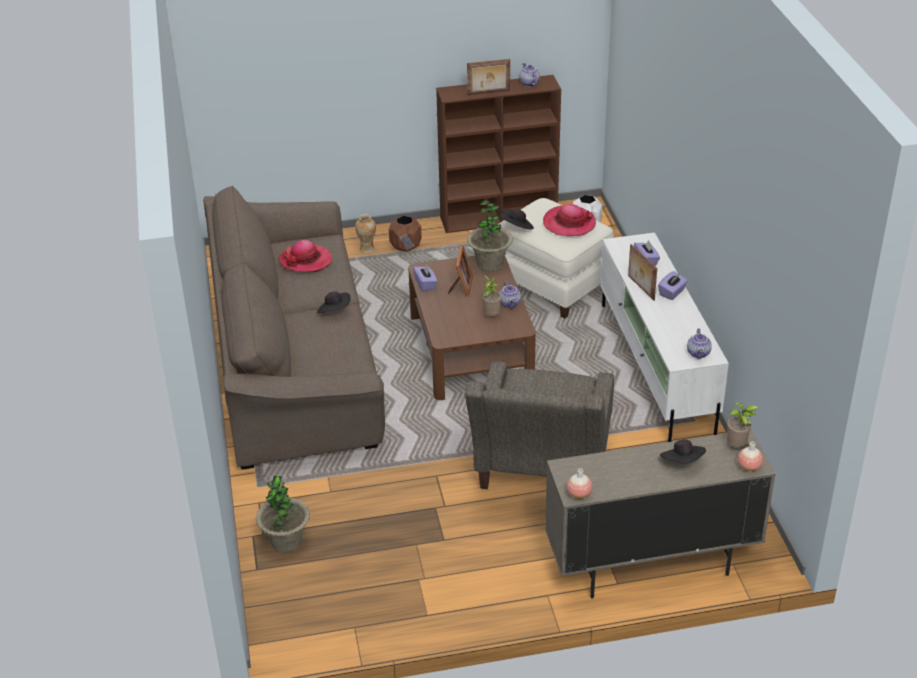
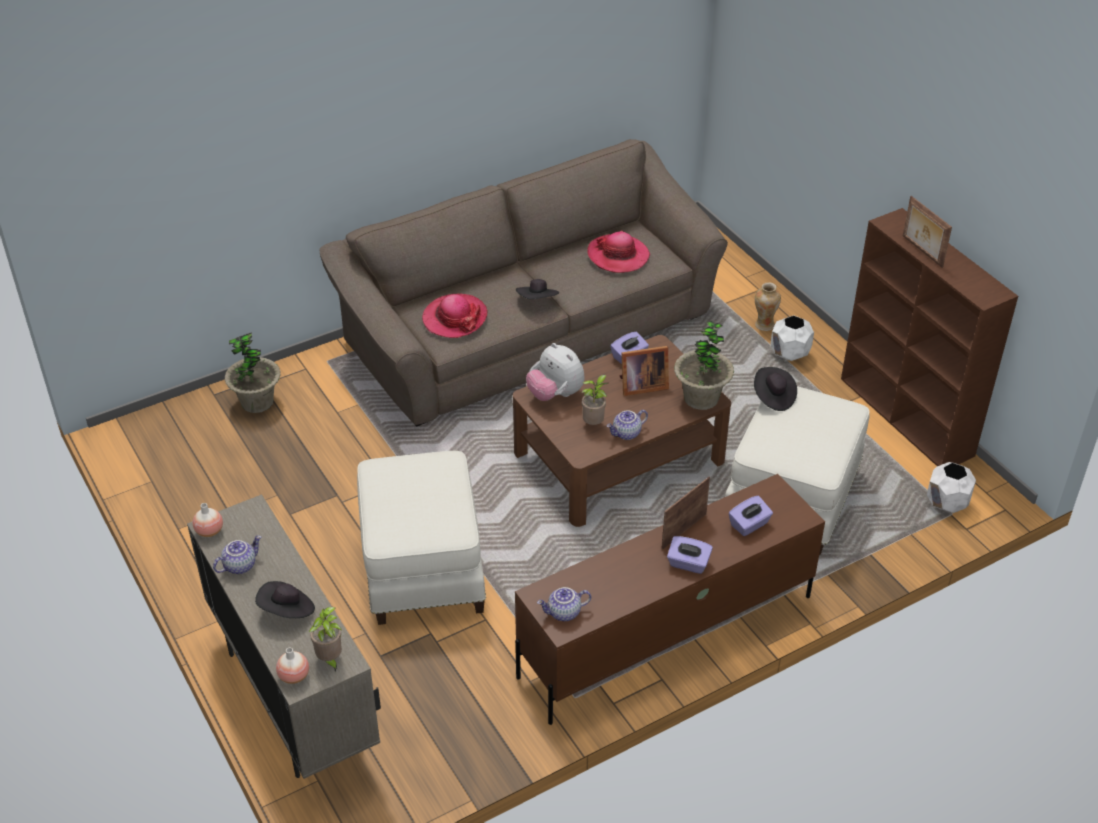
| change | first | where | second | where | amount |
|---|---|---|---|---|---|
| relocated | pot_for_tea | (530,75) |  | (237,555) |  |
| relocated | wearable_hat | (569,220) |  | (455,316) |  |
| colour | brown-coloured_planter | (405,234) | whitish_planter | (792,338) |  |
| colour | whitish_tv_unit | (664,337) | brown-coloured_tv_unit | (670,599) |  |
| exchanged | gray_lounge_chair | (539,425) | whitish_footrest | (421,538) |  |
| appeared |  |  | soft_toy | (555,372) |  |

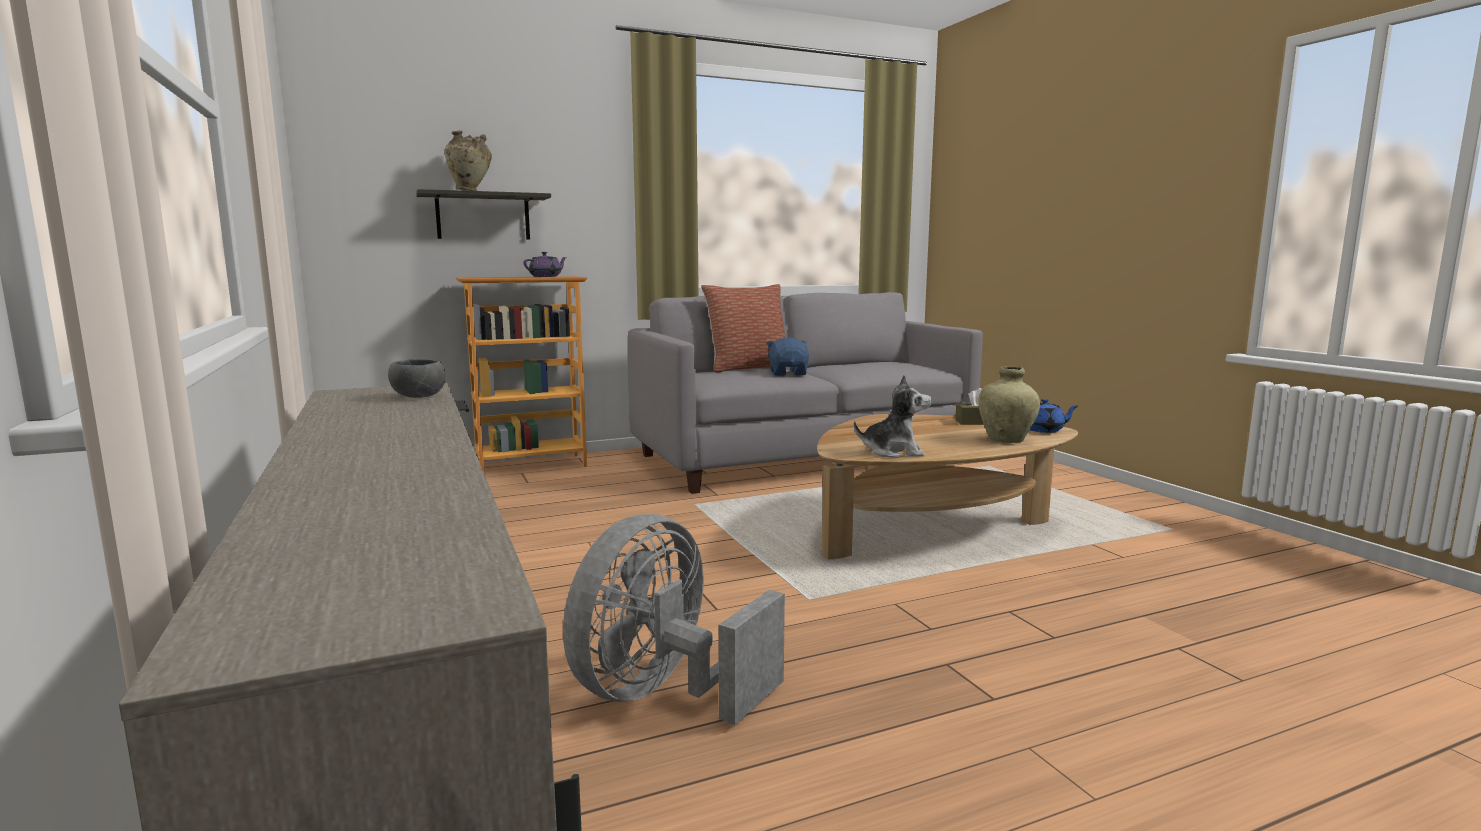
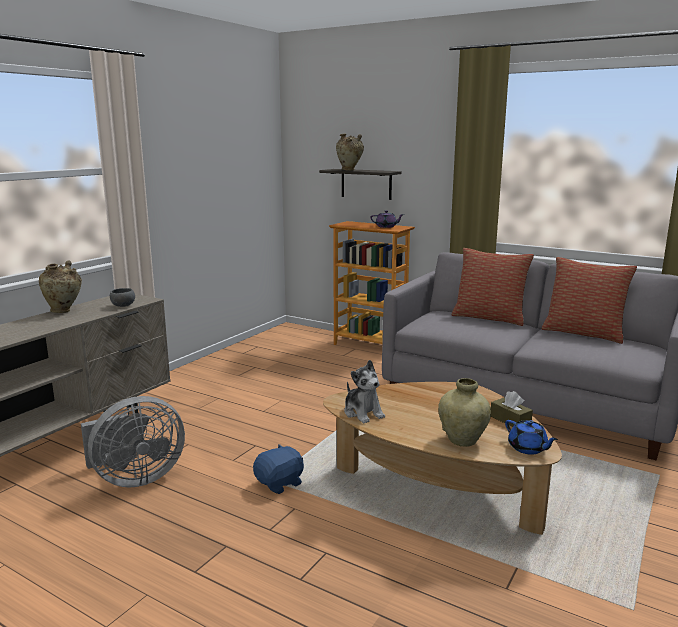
| change | first | where | second | where | amount |
|---|---|---|---|---|---|
| relocated | blue-coloured_soft_toy | (787,356) |  | (278,469) |  |
| spun | gray_fan | (674,619) |  | (133,442) | 150 degrees clockwise |
| appeared |  |  | cushion | (589,300) |  |
| appeared |  |  | beige-coloured_flower_vase | (60,287) |  |

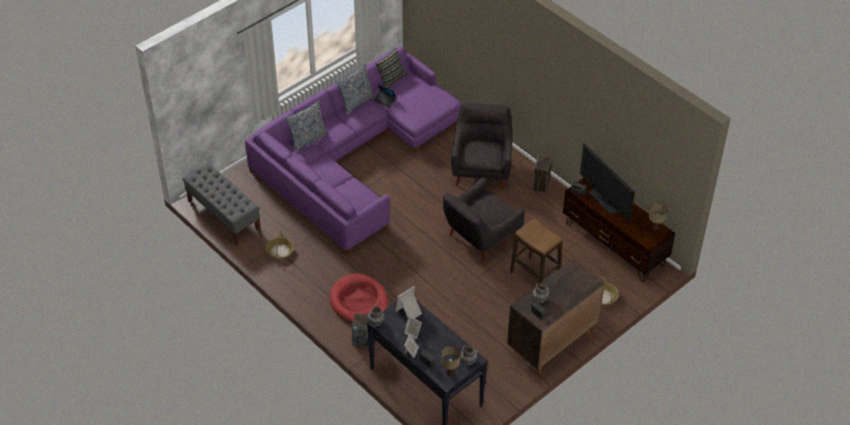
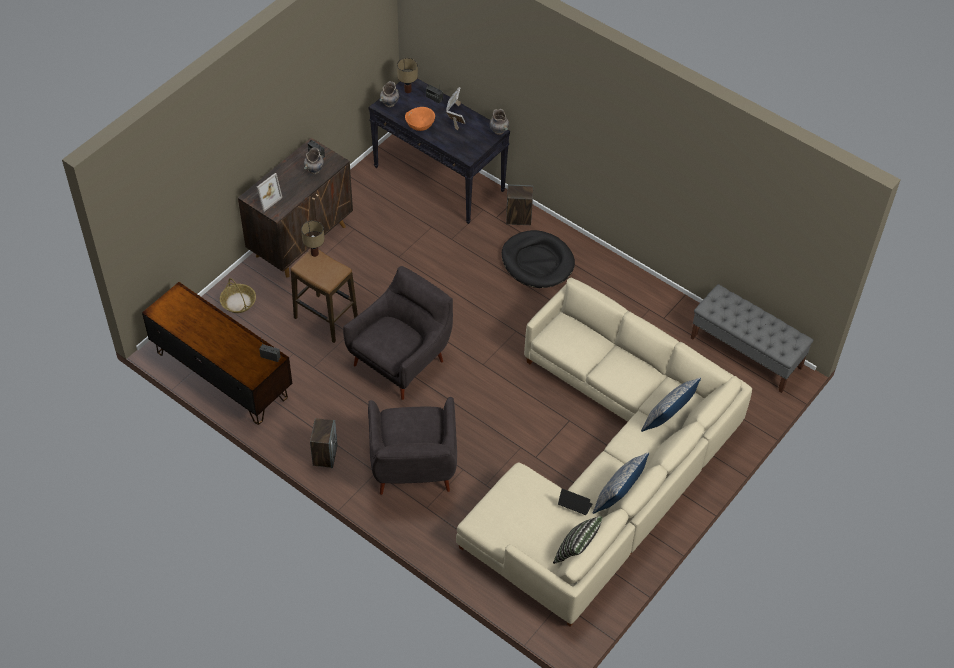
| change | first | where | second | where | amount |
|---|---|---|---|---|---|
| colour | purple-coloured_settee | (353,151) | beige-coloured_settee | (604,452) |  |
| missing | TV | (607,182) |  |  |  |
| relocated | tabletop_lamp | (658,217) |  | (313,238) |  |
| missing | storage_basket | (279,245) |  |  |  |
| colour | red-coloured_dog_bed | (359,298) | black_dog_bed | (538,259) |  |
| relocated | photo_frame | (408,302) |  | (266,192) |  |
| appeared |  |  | orange_serving_bowl | (420,119) |  |

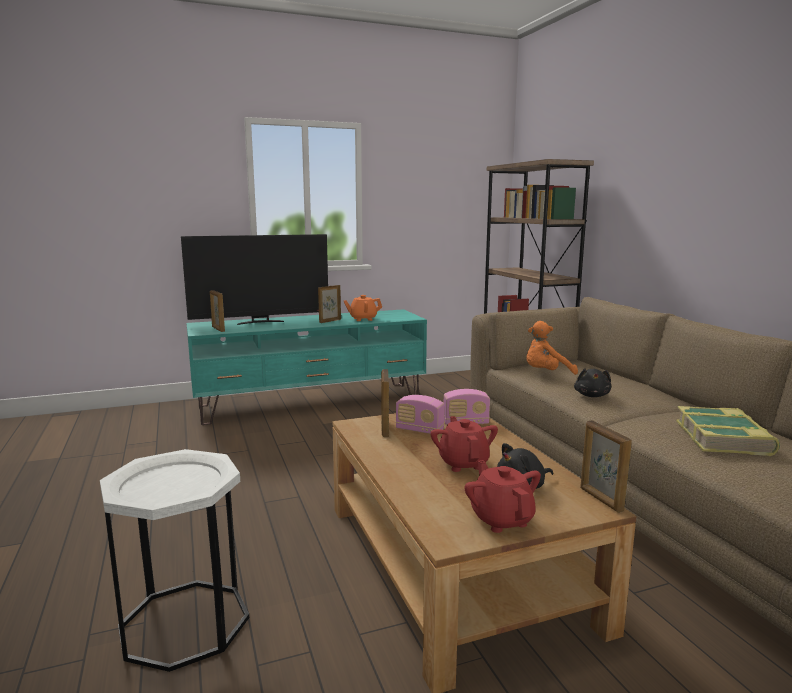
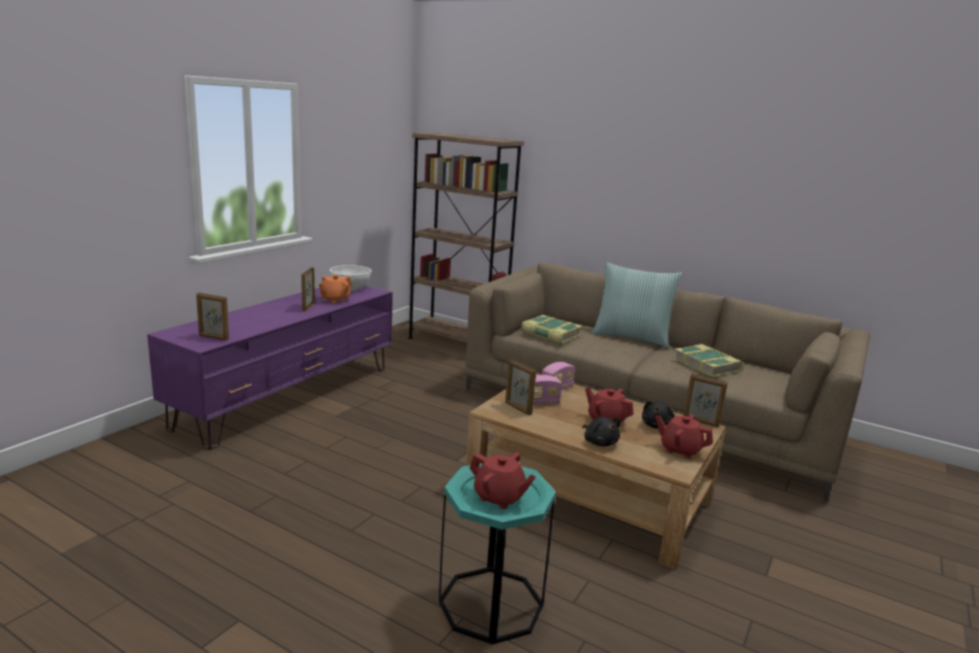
| change | first | where | second | where | amount |
|---|---|---|---|---|---|
| missing | TV | (254,279) |  |  |  |
| colour | turquoise_tv_unit | (306,367) | purple-coloured_tv_unit | (270,368) |  |
| exchanged | orange_soft_toy | (552,348) | volume | (551,329) |  |
| relocated | black_soft_toy | (592,382) |  | (601,431) |  |
| colour | whitish_accent_table | (174,560) | turquoise_accent_table | (497,553) |  |
| appeared |  |  | cushion | (637,305) |  |
| appeared |  |  | whitish_serving_bowl | (350,278) |  |
| appeared |  |  | red-coloured_pot_for_tea | (503,480) |  |

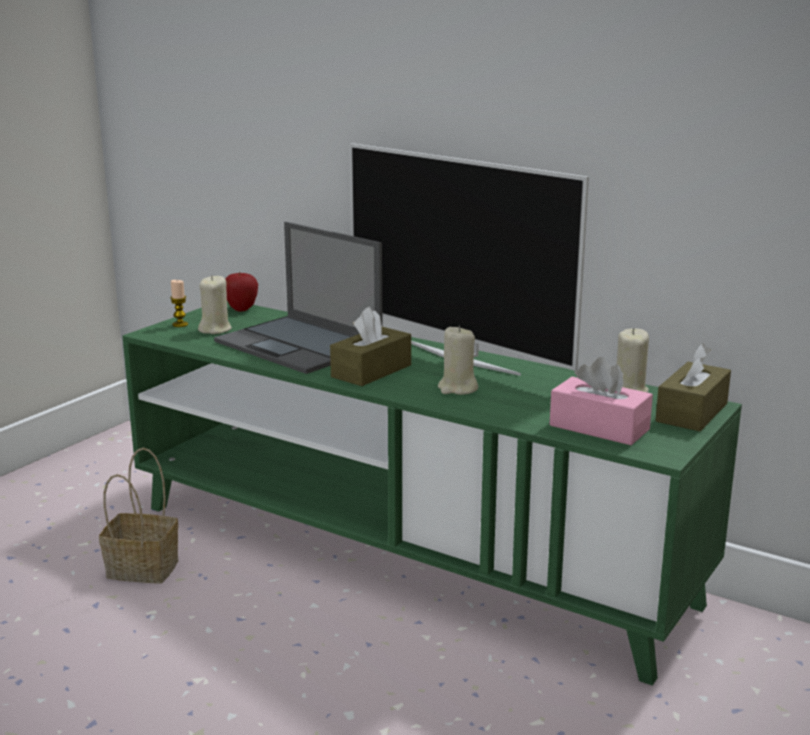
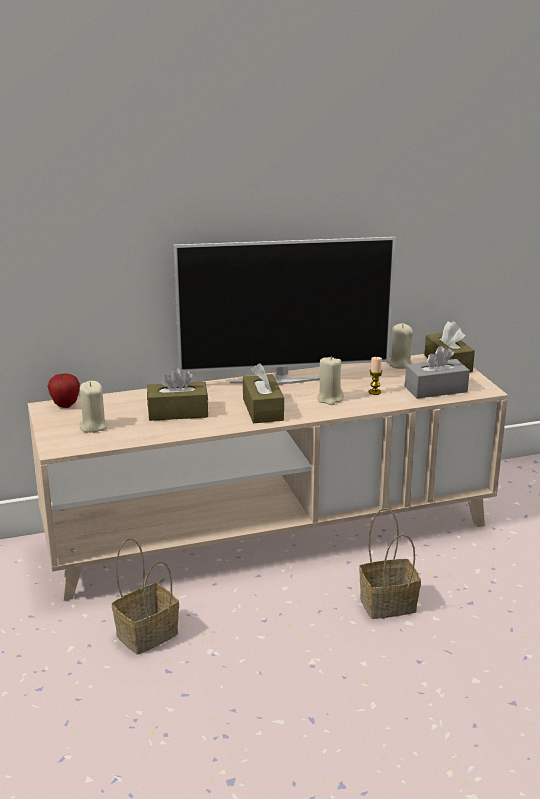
| change | first | where | second | where | amount |
|---|---|---|---|---|---|
| exchanged | laptop | (298,298) | brown-coloured_tissue_box | (178,394) |  |
| relocated | wax_candle | (179,303) |  | (375,376) |  |
| colour | green_tv_unit | (432,493) | beige-coloured_tv_unit | (268,477) |  |
| colour | pinkish_tissue_box | (601,401) | gray_tissue_box | (437,372) |  |
| appeared |  |  | storage_basket | (390,563) |  |

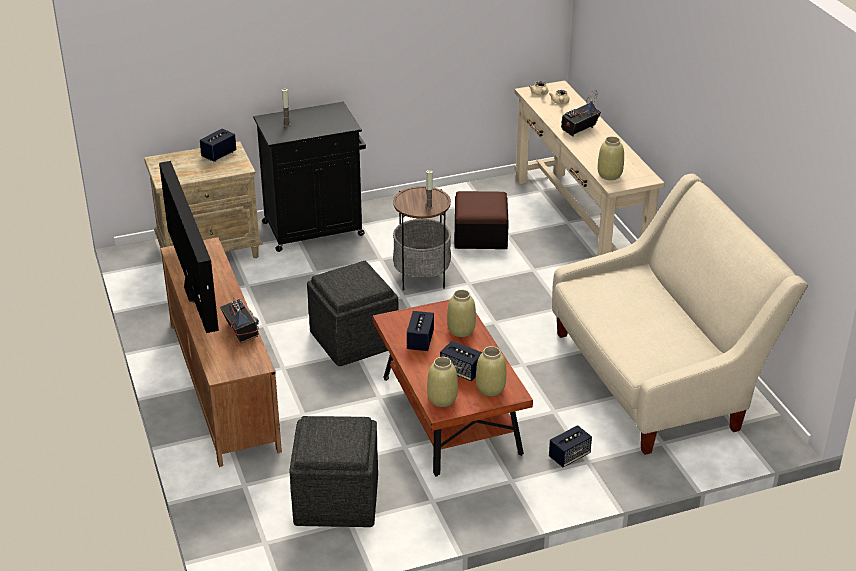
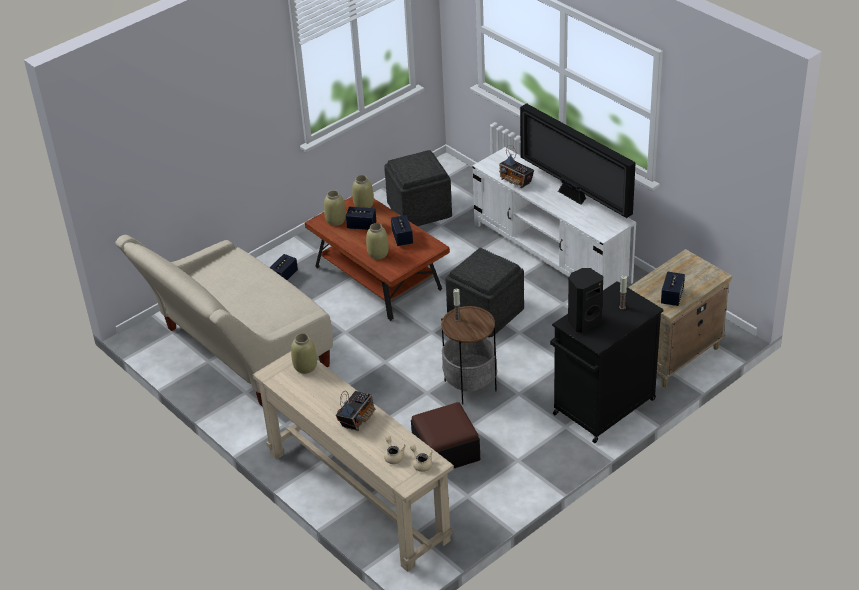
| change | first | where | second | where | amount |
|---|---|---|---|---|---|
| colour | brown-coloured_tv_unit | (221,352) | whitish_tv_unit | (554,218) |  |
| appeared |  |  | black_audio_speaker | (585,300) |  |

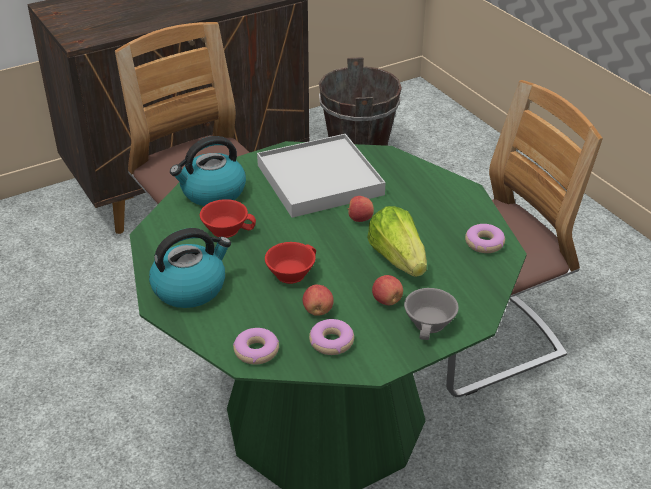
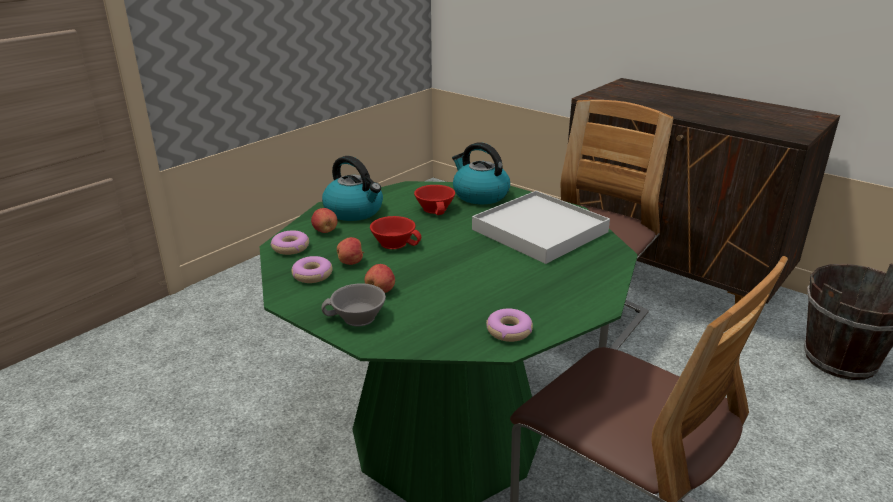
| change | first | where | second | where | amount |
|---|---|---|---|---|---|
| relocated | apple_fruit | (360,209) |  | (324,220) |  |
| missing | lettuce_head | (397,241) |  |  |  |

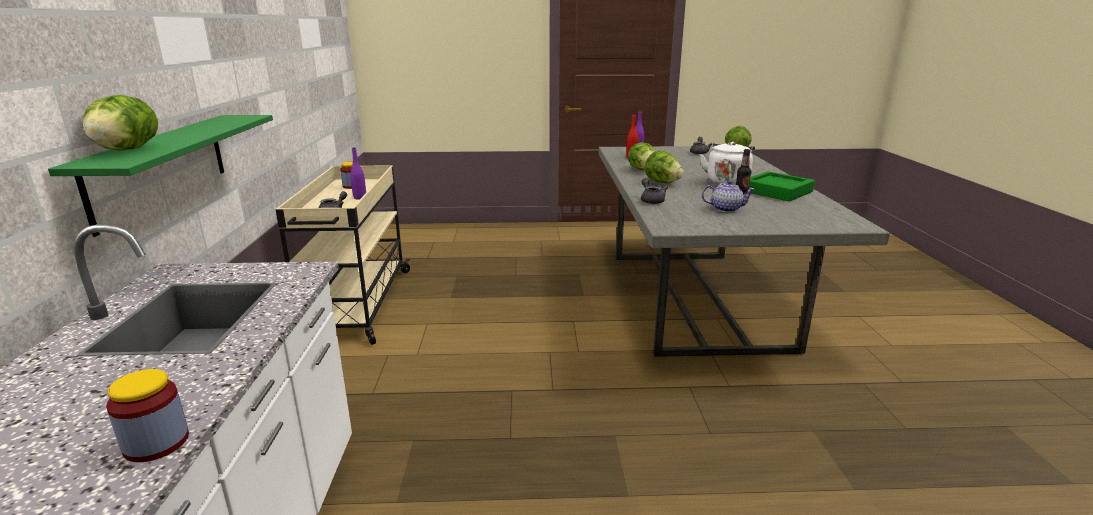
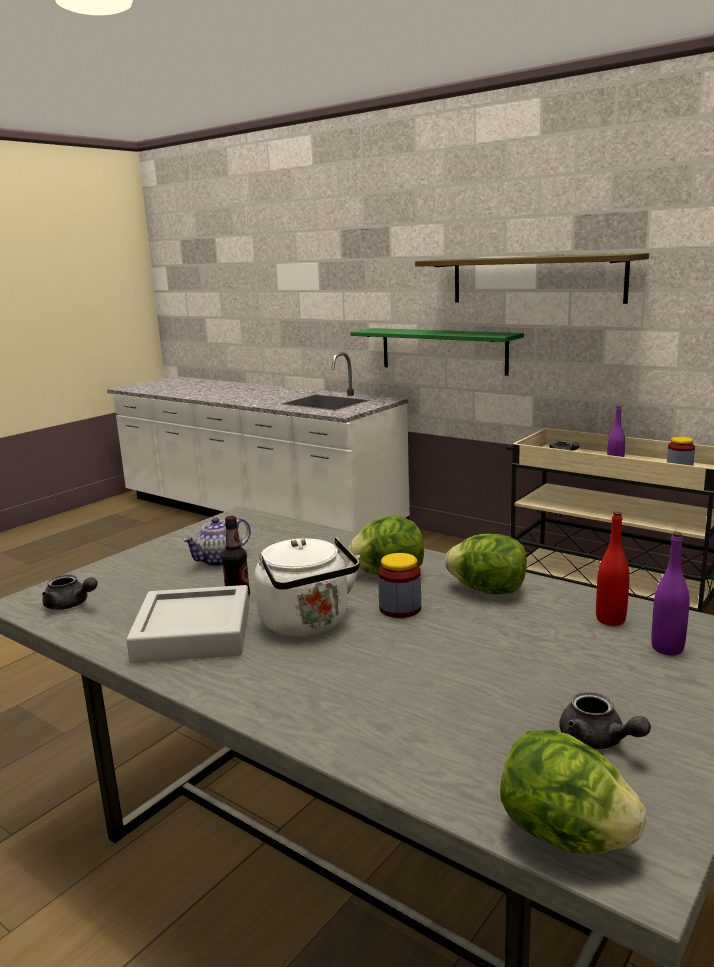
| change | first | where | second | where | amount |
|---|---|---|---|---|---|
| missing | lettuce_head | (120,123) |  |  |  |
| colour | green_carrying_tray | (782,186) | gray_carrying_tray | (187,624) |  |
| relocated | gray_pot_for_tea | (654,191) |  | (70,592) |  |
| relocated | jar | (147,415) |  | (399,585) |  |
| appeared |  |  | bracket_shelf | (532,278) |  |

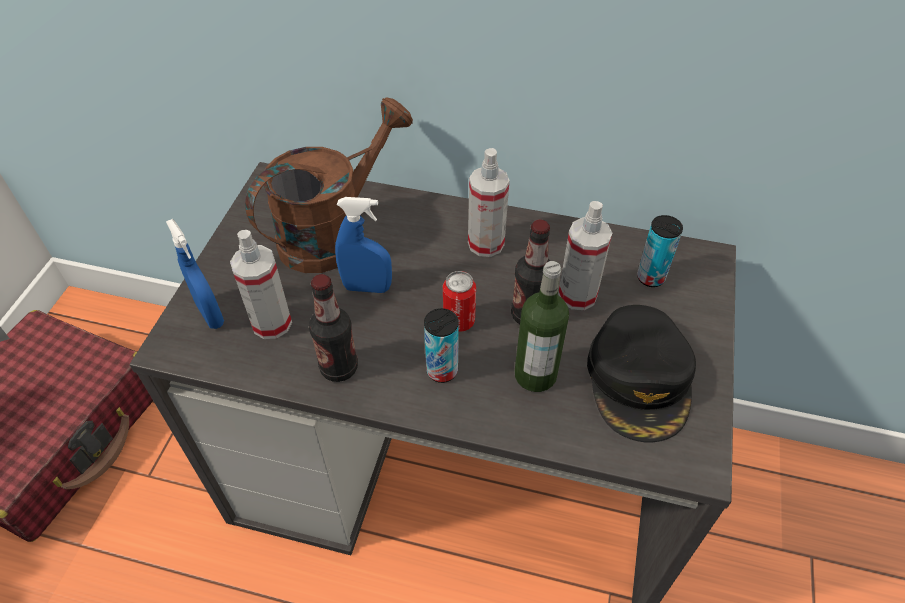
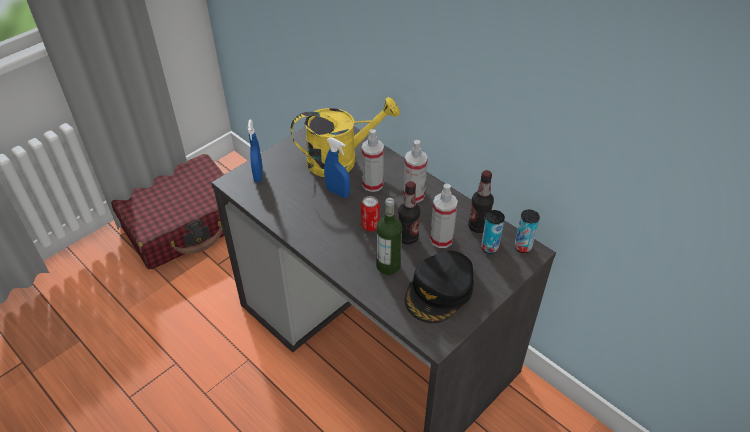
| change | first | where | second | where | amount |
|---|---|---|---|---|---|
| colour | brown-coloured_sprinkling_can | (329,185) | yellow-coloured_sprinkling_can | (345,137) |  |
| relocated | hand_sprayer | (261,284) |  | (373,160) |  |
| relocated | drink_bottle | (333,328) |  | (481,201) |  |
| relocated | metal_can | (441,345) |  | (527,231) |  |

